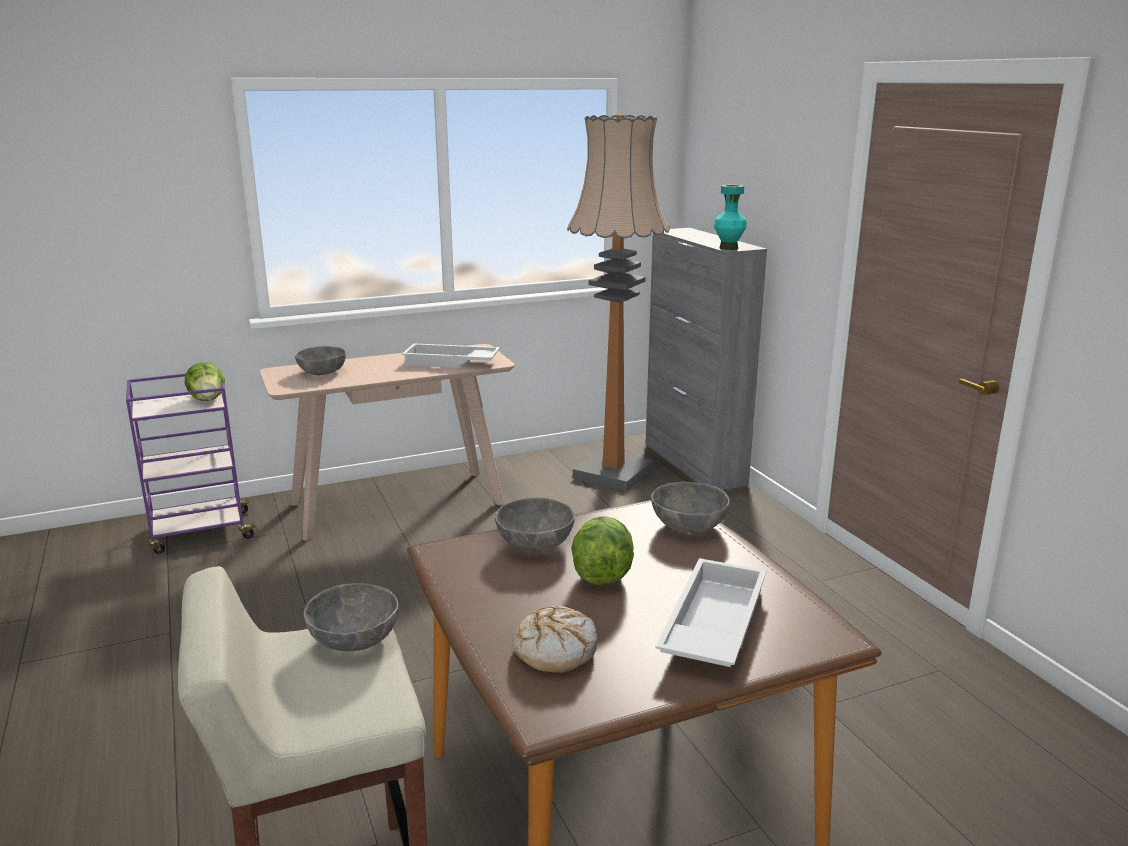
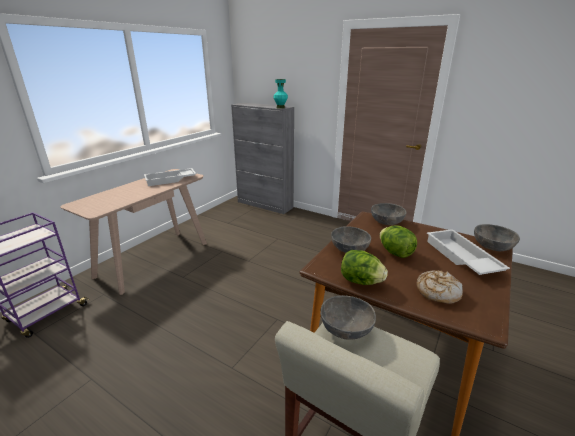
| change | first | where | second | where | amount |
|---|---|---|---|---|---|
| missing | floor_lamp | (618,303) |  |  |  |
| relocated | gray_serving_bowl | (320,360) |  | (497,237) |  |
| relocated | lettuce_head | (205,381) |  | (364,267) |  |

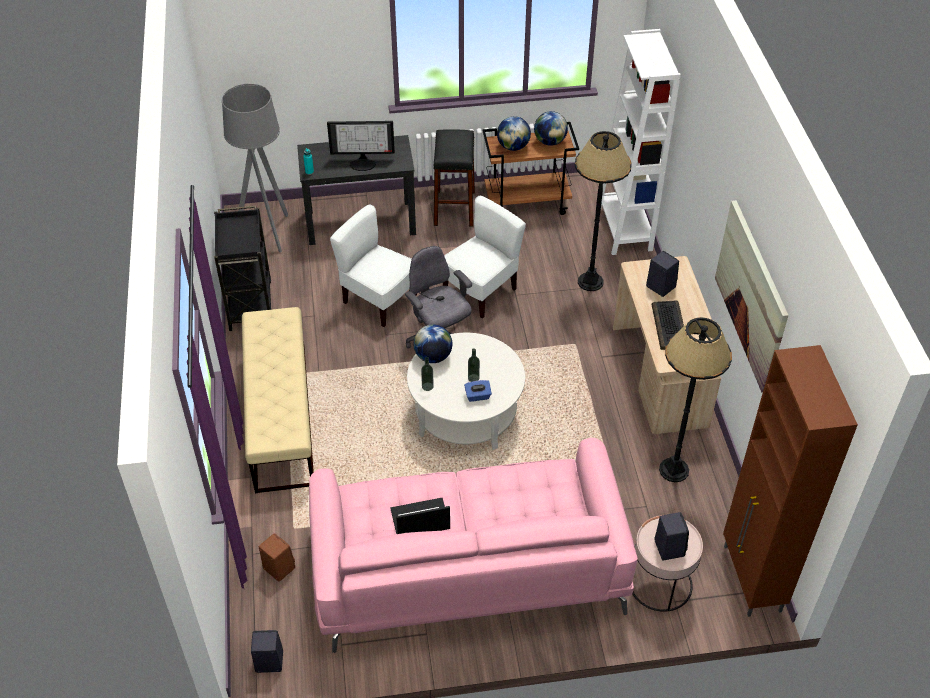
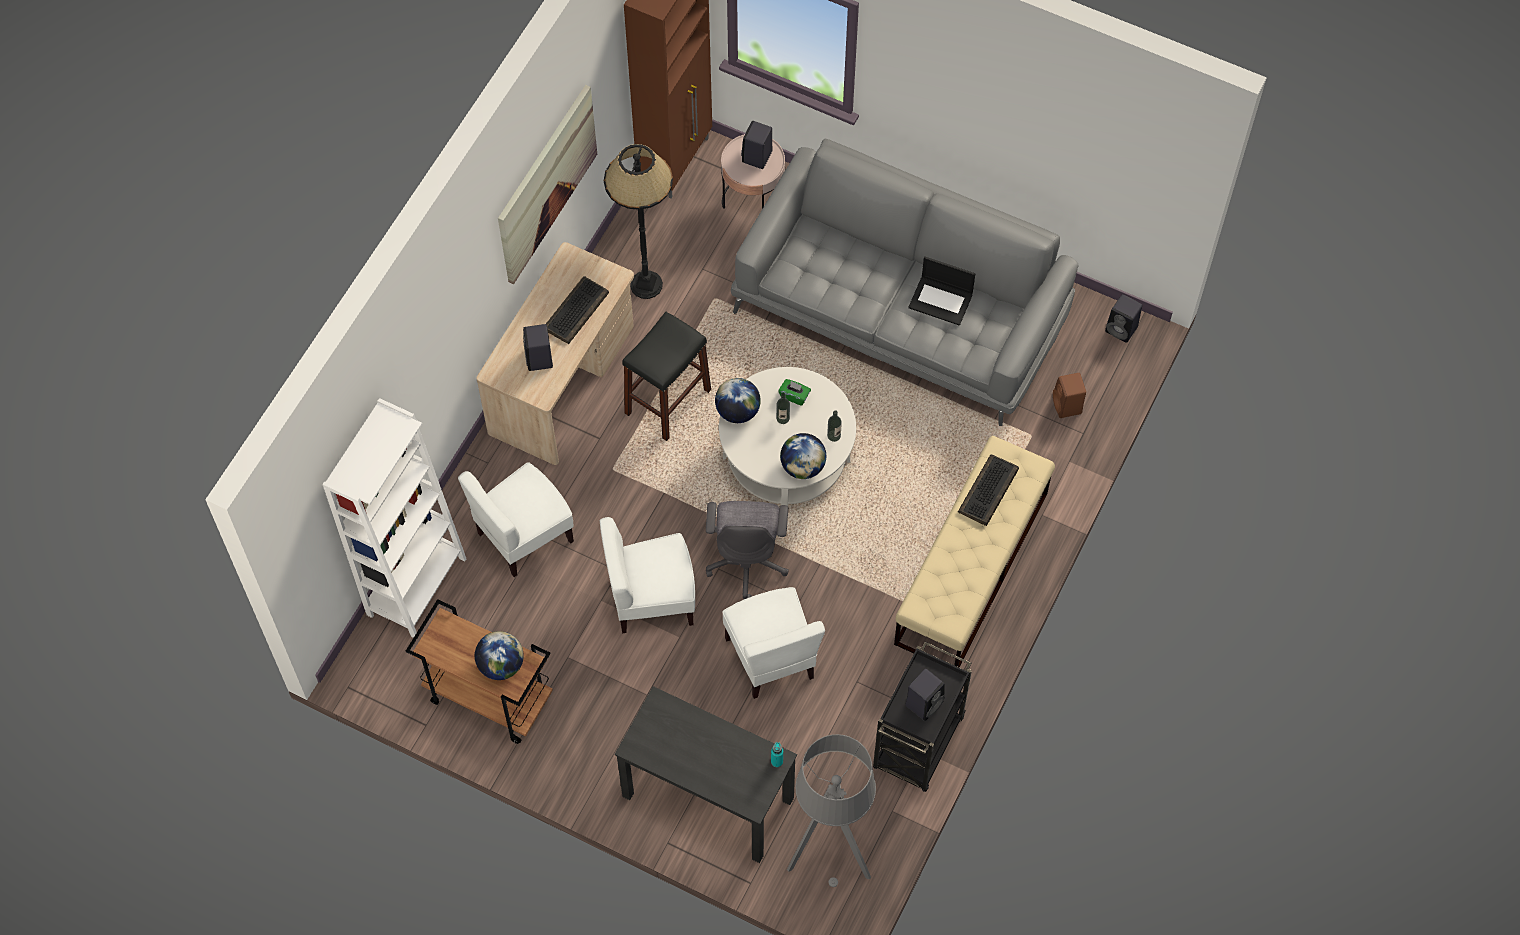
| change | first | where | second | where | amount |
|---|---|---|---|---|---|
| relocated | desk_globe | (551,128) |  | (738,400) |  |
| missing | computer_screen | (361,146) |  |  |  |
| relocated | black_stool_seat | (454,178) |  | (666,376) |  |
| exchanged | black_floor_lamp | (603,211) | whitish_chair | (516,519) |  |
| colour | blue-coloured_tissue_box | (478,391) | green_tissue_box | (794,392) |  |
| colour | pinkish_settee | (473,545) | gray_settee | (905,282) |  |
| appeared |  |  | PC_keyboard | (988,490) |  |
| appeared |  |  | black_audio_speaker | (925,695) |  |

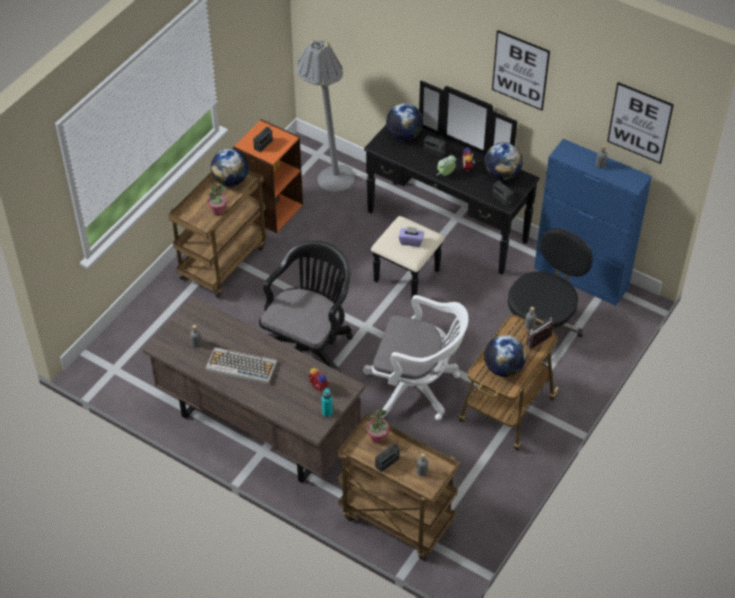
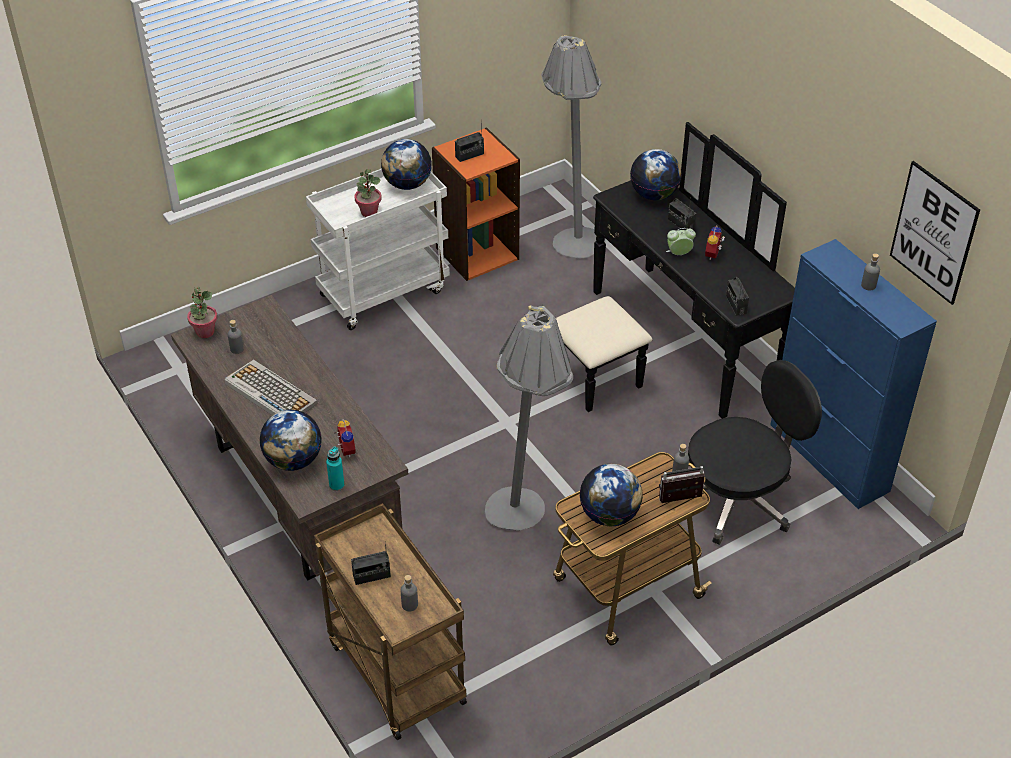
| change | first | where | second | where | amount |
|---|---|---|---|---|---|
| missing | picture | (521,70) |  |  |  |
| relocated | desk_globe | (504,161) |  | (290,440) |  |
| colour | brown-coloured_trolley | (218,233) | whitish_trolley | (378,249) |  |
| missing | purple-coloured_tissue_box | (411,236) |  |  |  |
| missing | black_office_chair | (306,306) |  |  |  |
| exchanged | whitish_office_chair | (416,357) | gray_floor_lamp | (529,418) |  |
| relocated | potted_plant | (378,426) |  | (202,312) |  |

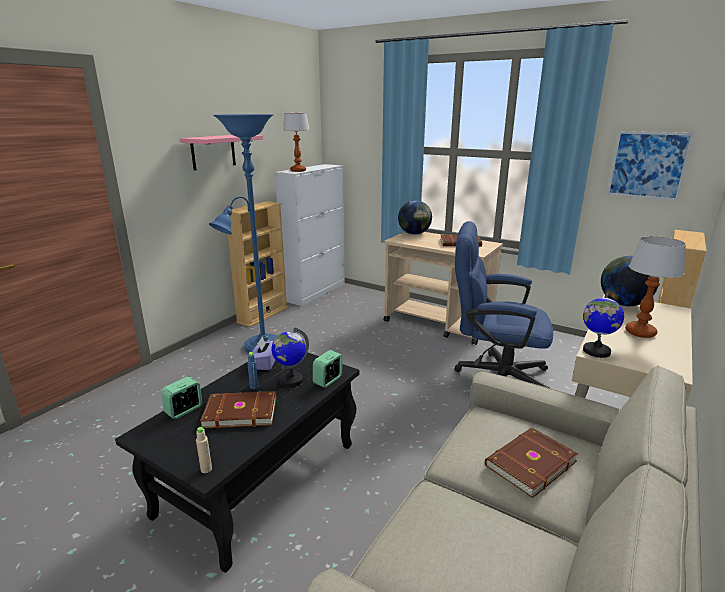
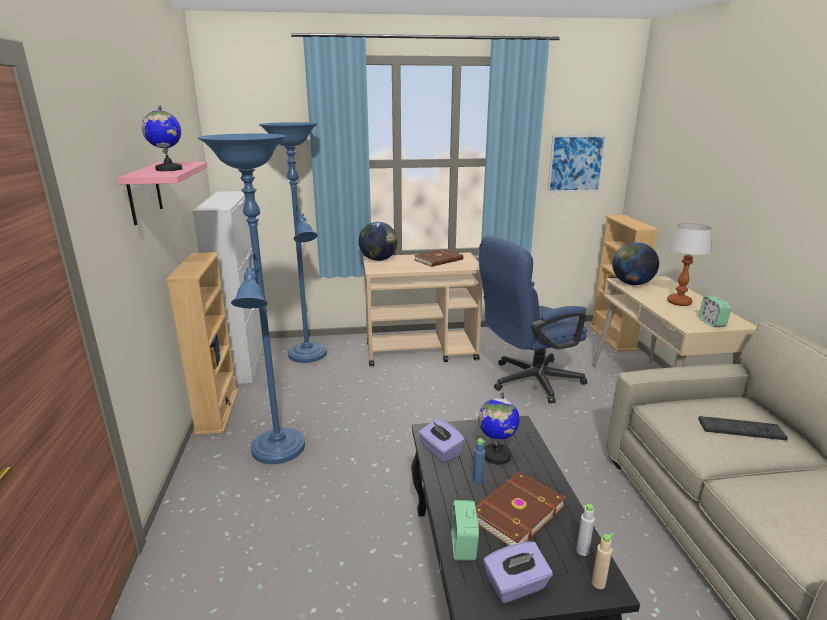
| change | first | where | second | where | amount |
|---|---|---|---|---|---|
| missing | tabletop_lamp | (296,142) |  |  |  |
| relocated | desk_globe | (603,325) |  | (162,138) |  |
| relocated | bedside_clock | (328,369) |  | (715,311) |  |
| exchanged | brown-coloured_volume | (531,462) | PC_keyboard | (743,428) |  |
| appeared |  |  | blue-coloured_floor_lamp | (292,242) |  |
| appeared |  |  | gray_drink_bottle | (585,530) |  |
| appeared |  |  | purple-coloured_tissue_box | (518,572) |  |

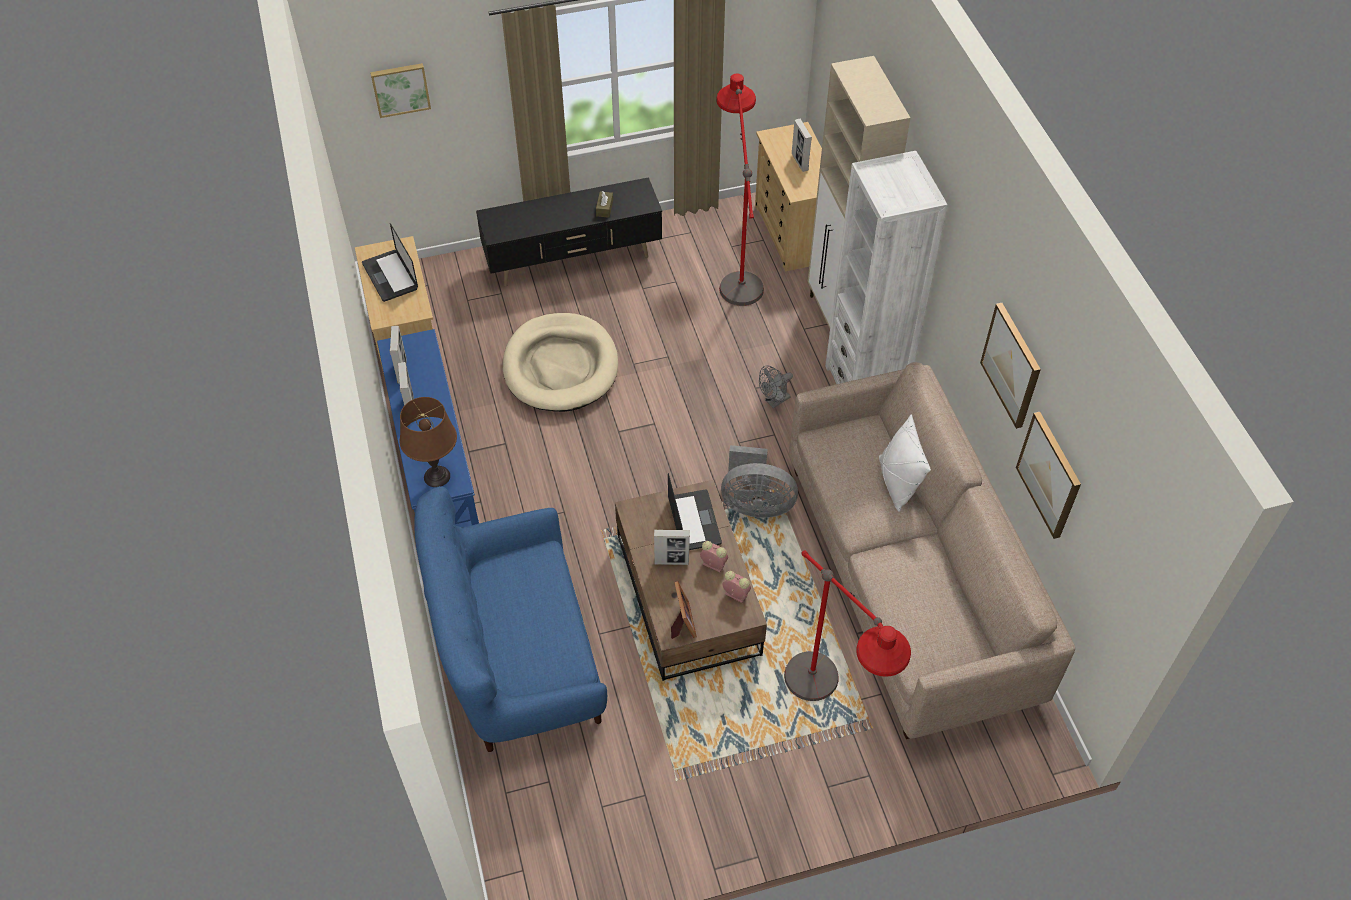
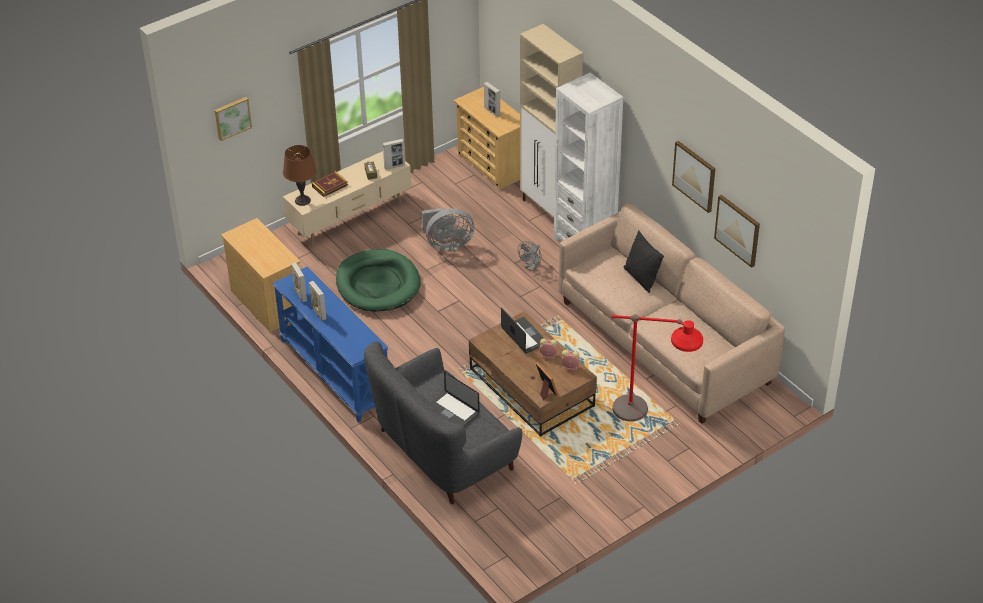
| change | first | where | second | where | amount |
|---|---|---|---|---|---|
| missing | red-coloured_floor_lamp | (740,189) |  |  |  |
| colour | black_tv_unit | (569,232) | beige-coloured_tv_unit | (347,199) |  |
| relocated | laptop | (390,262) |  | (455,399) |  |
| colour | beige-coloured_dog_bed | (560,362) | green_dog_bed | (378,280) |  |
| relocated | brown-coloured_tabletop_lamp | (428,442) |  | (299,175) |  |
| colour | whitish_cushion | (905,463) | black_cushion | (643,261) |  |
| relocated | gray_fan | (759,481) |  | (448,229) |  |
| colour | blue-coloured_settee | (510,619) | gray_settee | (443,422) |  |
| relocated | photo_frame | (672,547) |  | (394,154) |  |
| appeared |  |  | volume | (330,184) |  |

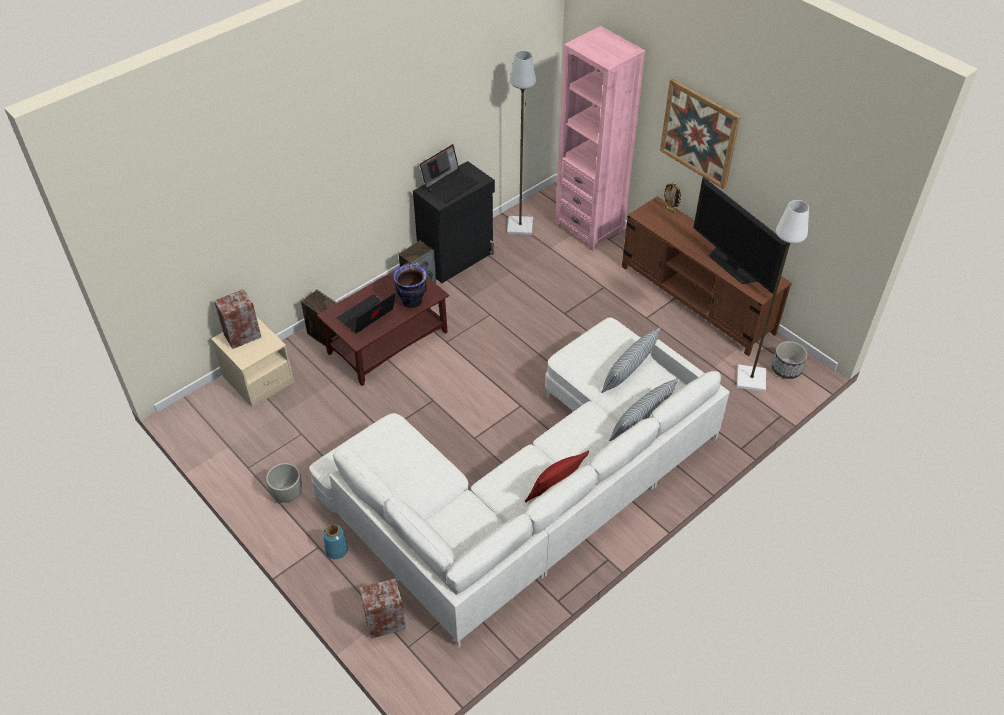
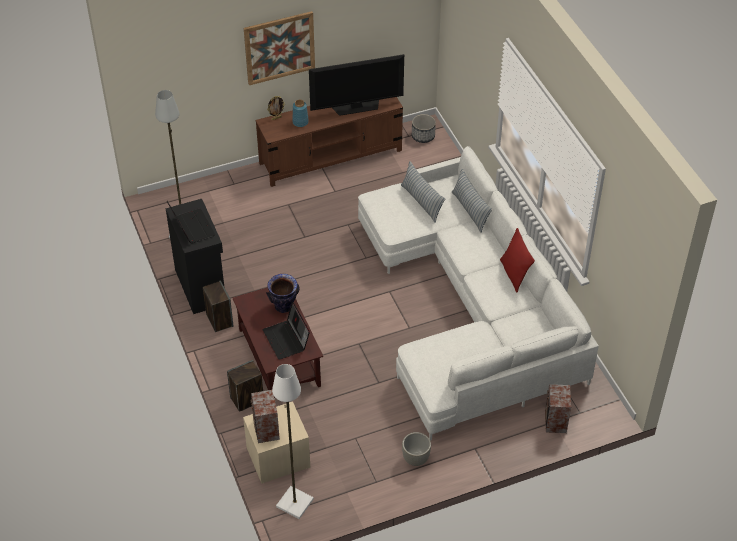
| change | first | where | second | where | amount |
|---|---|---|---|---|---|
| missing | pinkish_shelving_unit | (600,138) |  |  |  |
| relocated | whitish_floor_lamp | (773,296) |  | (293,441) |  |
| relocated | blue-coloured_flower_vase | (335,541) |  | (300,113) |  |

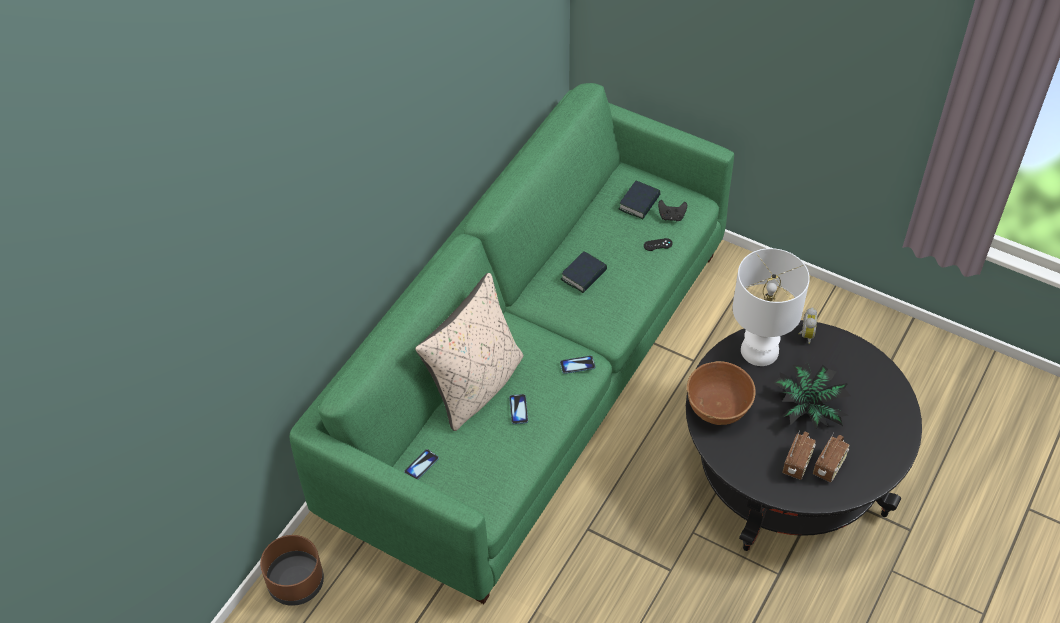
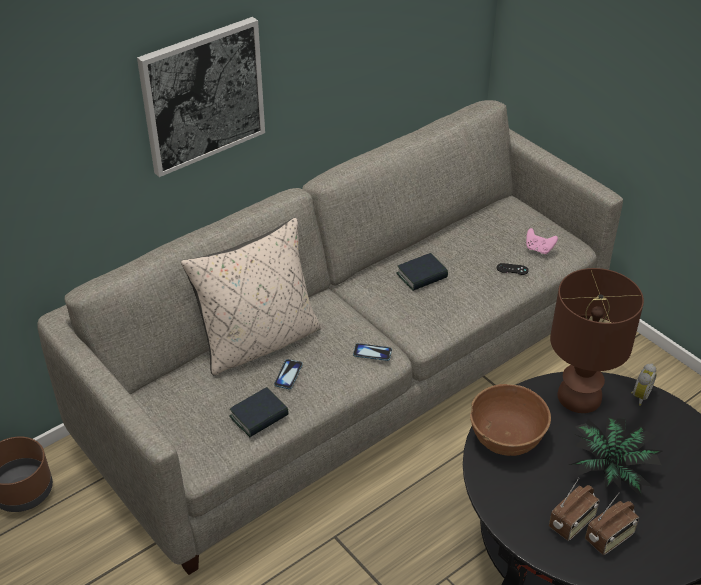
| change | first | where | second | where | amount |
|---|---|---|---|---|---|
| colour | green_settee | (512,343) | gray_settee | (330,337) |  |
| relocated | volume | (639,200) |  | (259,412) |  |
| colour | black_gamepad | (672,210) | pinkish_gamepad | (542,241) |  |
| colour | whitish_tabletop_lamp | (771,307) | brown-coloured_tabletop_lamp | (597,340) |  |
| missing | handset | (421,464) |  |  |  |
| appeared |  |  | picture | (201,97) |  |

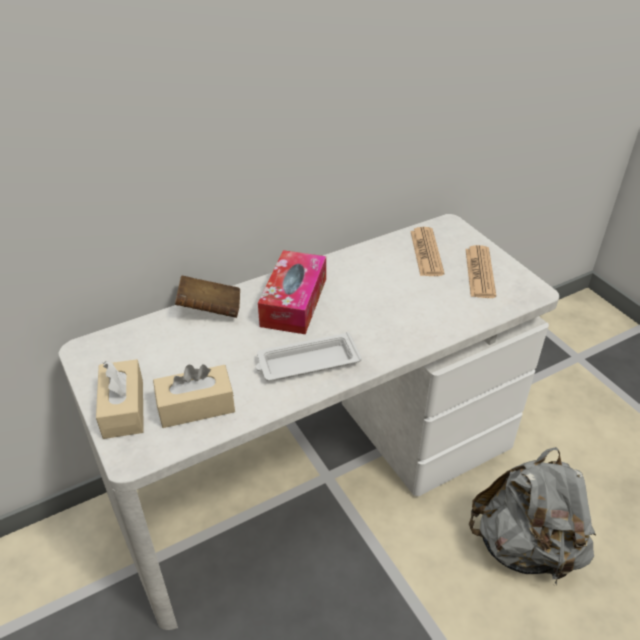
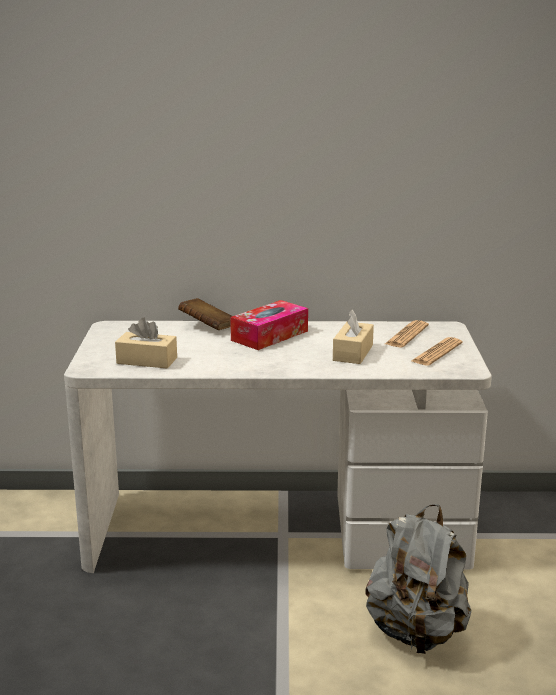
| change | first | where | second | where | amount |
|---|---|---|---|---|---|
| missing | whitish_carrying_tray | (309,356) |  |  |  |
| relocated | beige-coloured_tissue_box | (120,399) |  | (353,337) |  |

